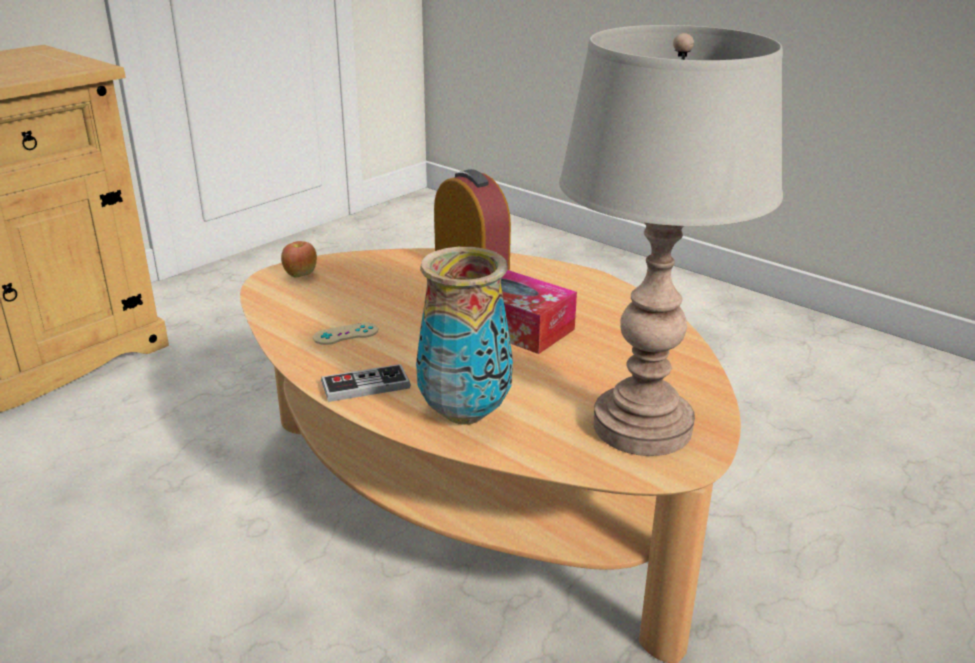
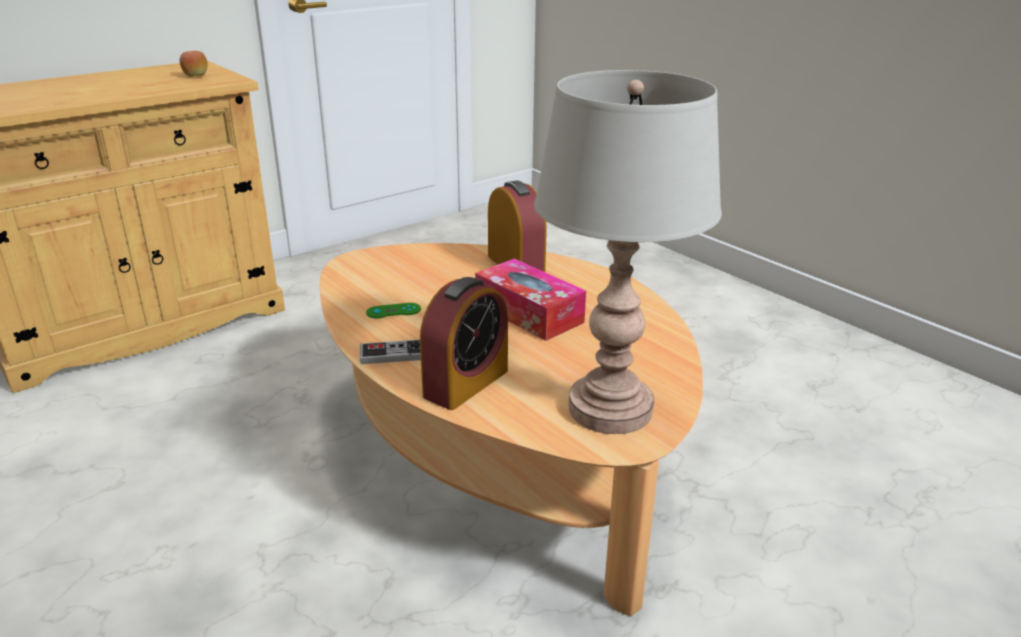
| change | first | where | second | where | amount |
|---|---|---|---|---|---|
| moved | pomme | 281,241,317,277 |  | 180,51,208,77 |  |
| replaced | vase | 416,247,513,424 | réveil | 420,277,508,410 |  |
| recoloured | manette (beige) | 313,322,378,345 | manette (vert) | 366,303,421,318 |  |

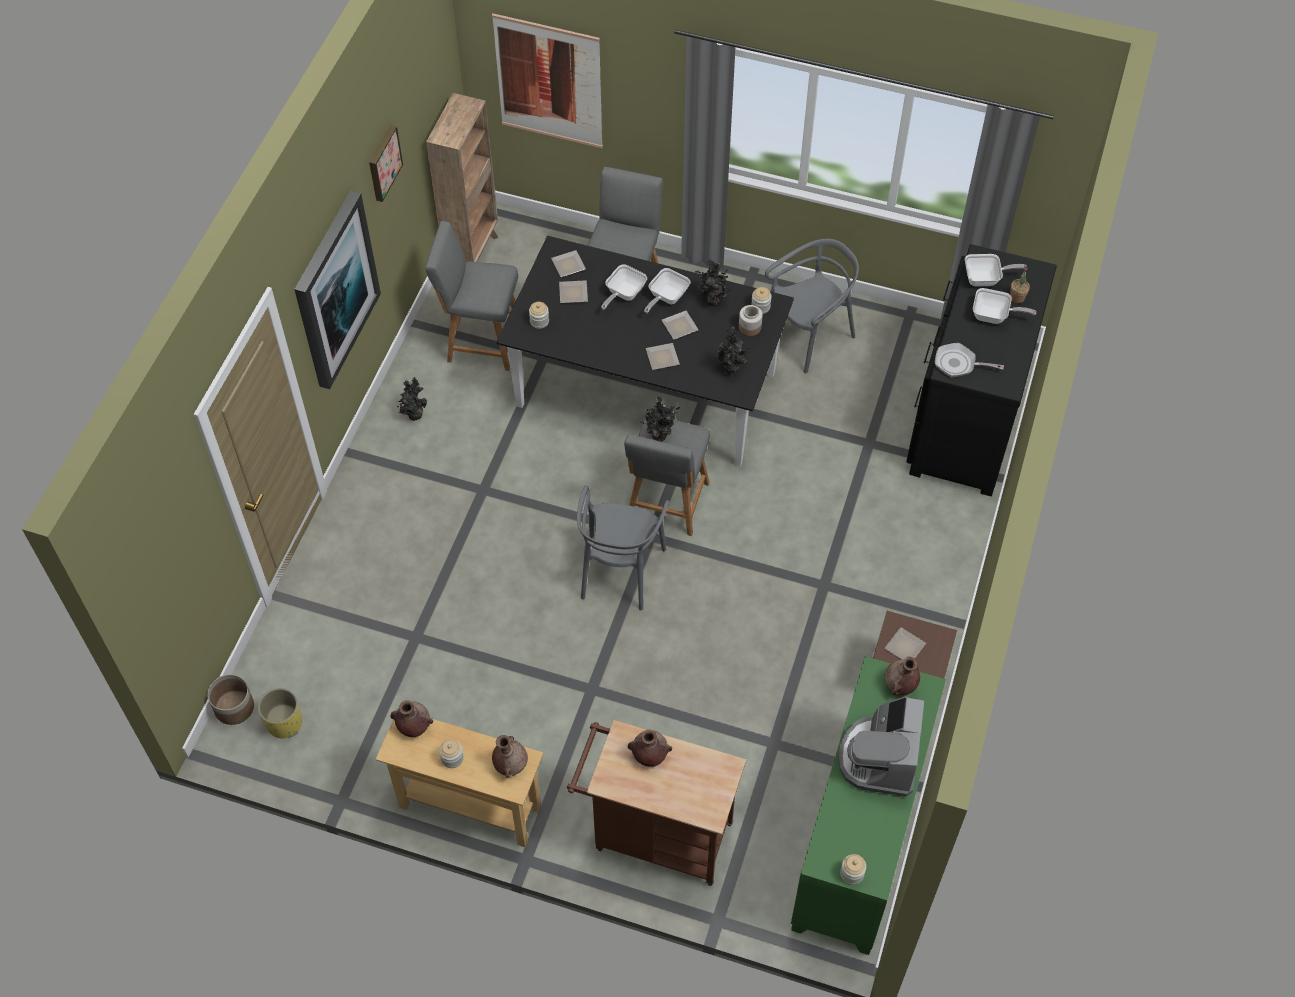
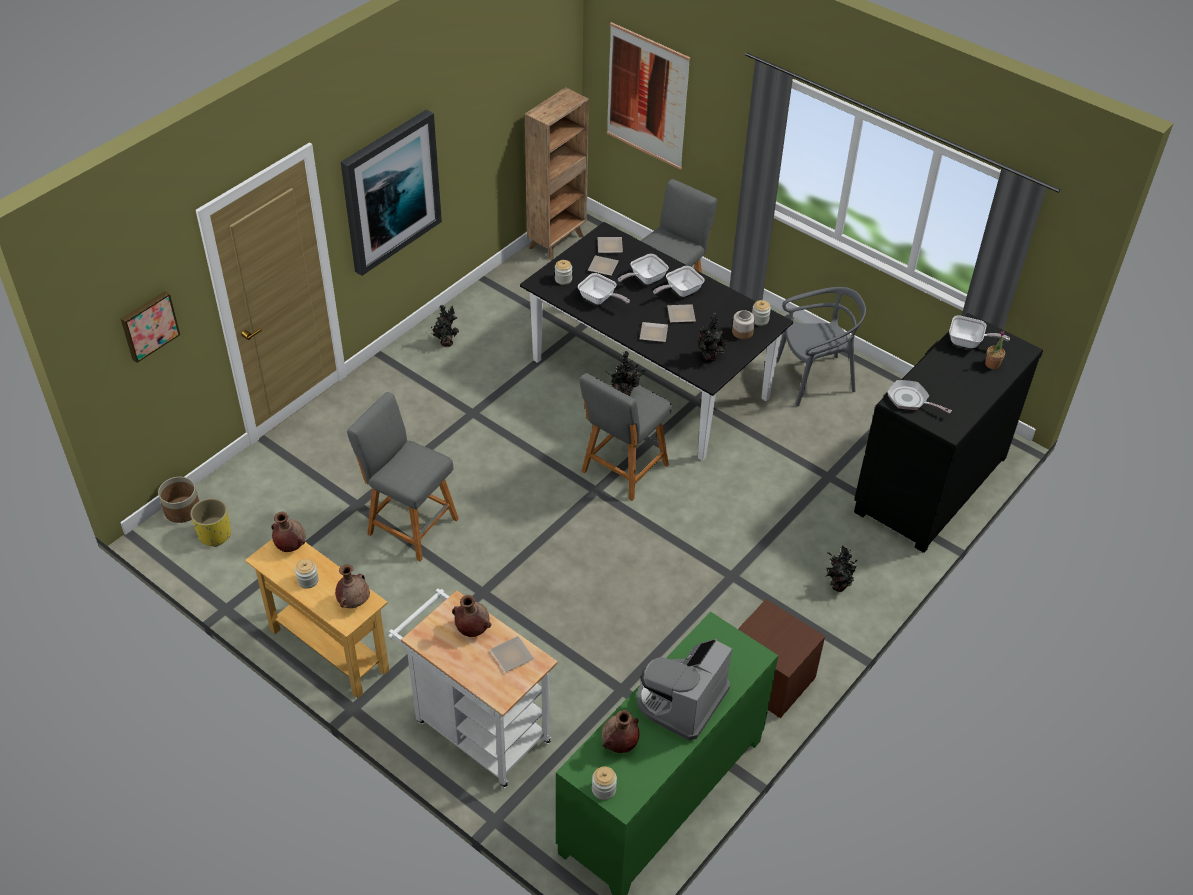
| change | first | where | second | where | amount |
|---|---|---|---|---|---|
| removed | chaise (gris) | 577,485,670,610 |  |  |  |
| moved | tableau | 369,125,403,202 |  | 121,291,180,363 |  |
| moved | tabouret (gris) | 425,221,518,371 |  | 347,392,459,562 |  |
| moved | plante en pot | 695,259,734,306 |  | 825,545,858,592 |  |
| moved | vase (marron) | 884,657,920,695 |  | 602,710,640,753 |  |
| moved | assiette | 885,627,926,660 |  | 490,636,534,673 |  |
| moved | poêle | 973,288,1036,324 |  | 578,273,630,305 |  |
| recoloured | chariot (marron) | 567,720,746,886 | chariot (blanc) | 388,589,558,788 |  |

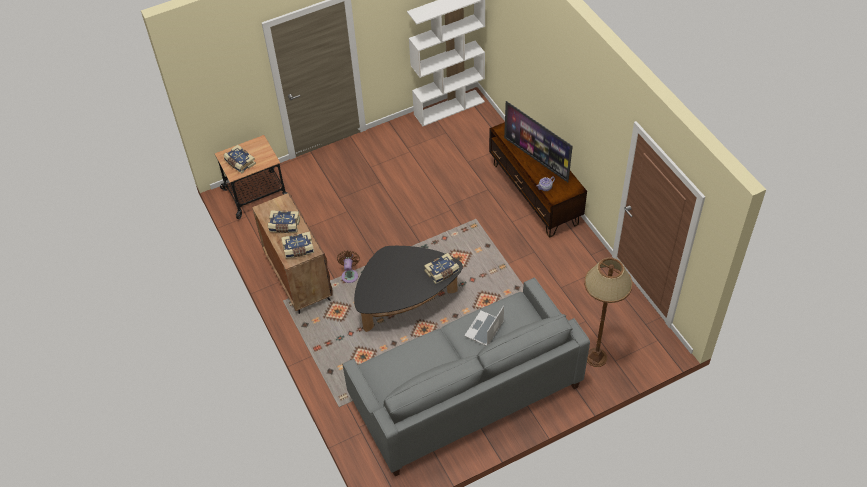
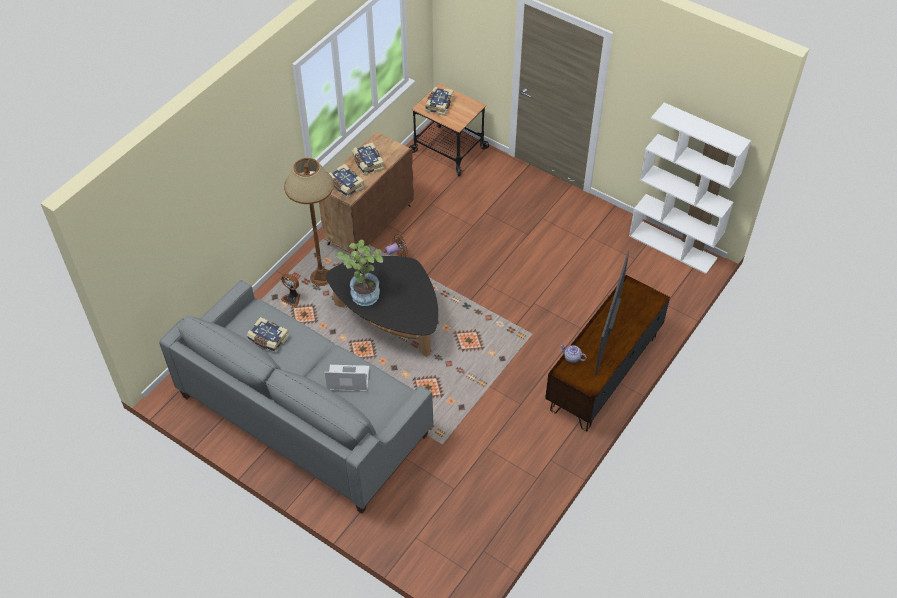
| change | first | where | second | where | amount |
|---|---|---|---|---|---|
| added |  |  | ventilateur | 281,273,300,307 |  |
| added |  |  | plante en pot | 336,240,383,306 |  |
| moved | livre | 424,253,459,284 |  | 247,317,289,353 |  |
| moved | lampadaire (marron) | 584,258,633,367 |  | 284,158,334,286 |  |

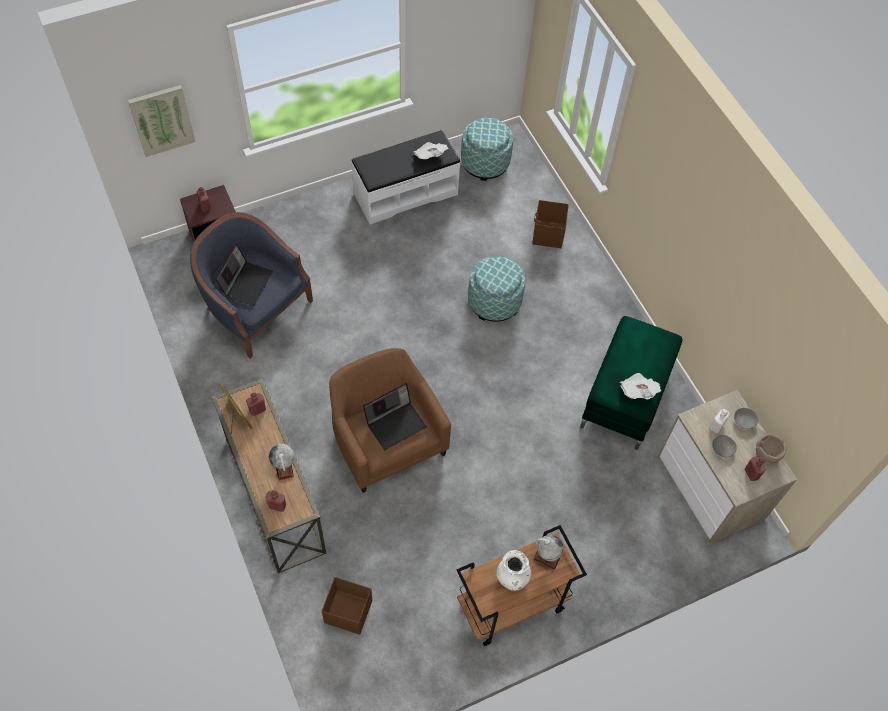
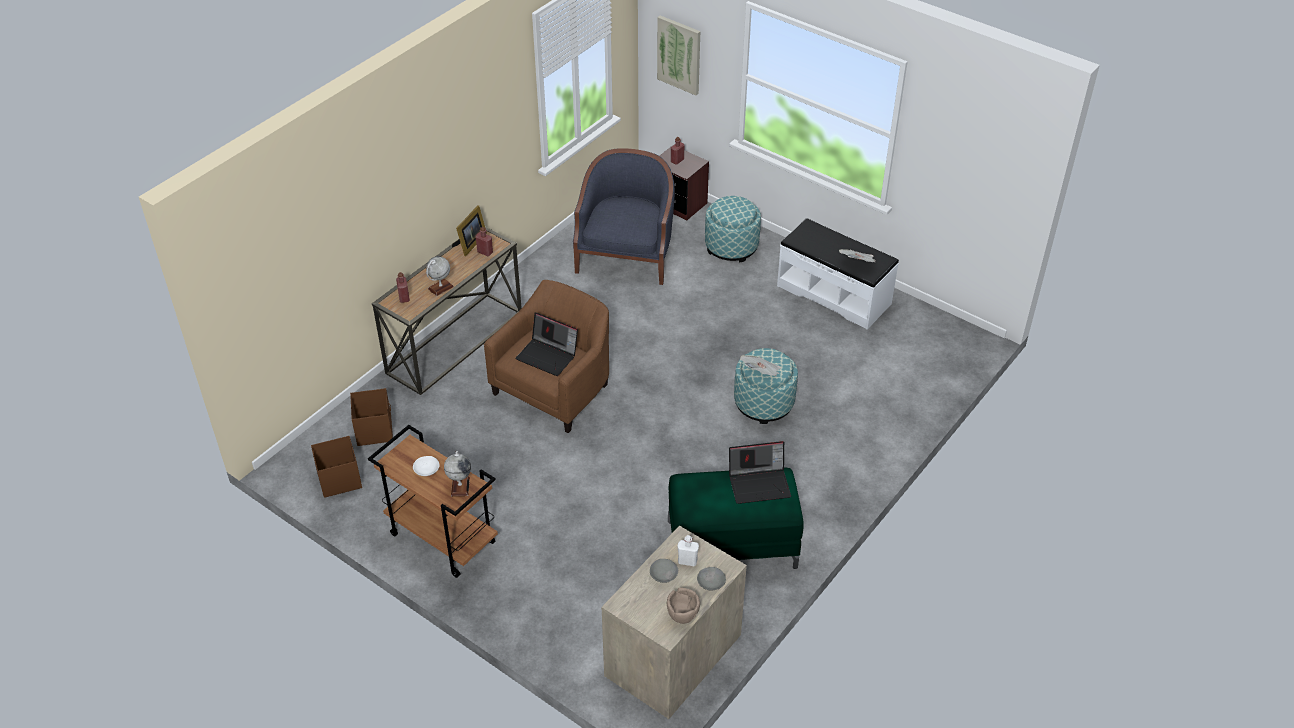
| change | first | where | second | where | amount |
|---|---|---|---|---|---|
| removed | bouteille (rouge) | 745,456,766,481 |  |  |  |
| moved | ordinateur portable | 215,243,273,306 |  | 729,441,791,504 |  |
| moved | pouf | 461,118,513,181 |  | 705,196,761,263 |  |
| moved | boîte de rangement (marron) | 532,200,569,248 |  | 311,436,362,498 |  |
| moved | journal | 620,373,661,400 |  | 740,355,781,376 |  |
| replaced | vase (blanc) | 496,550,531,591 | bol (blanc) | 413,456,440,476 |  |

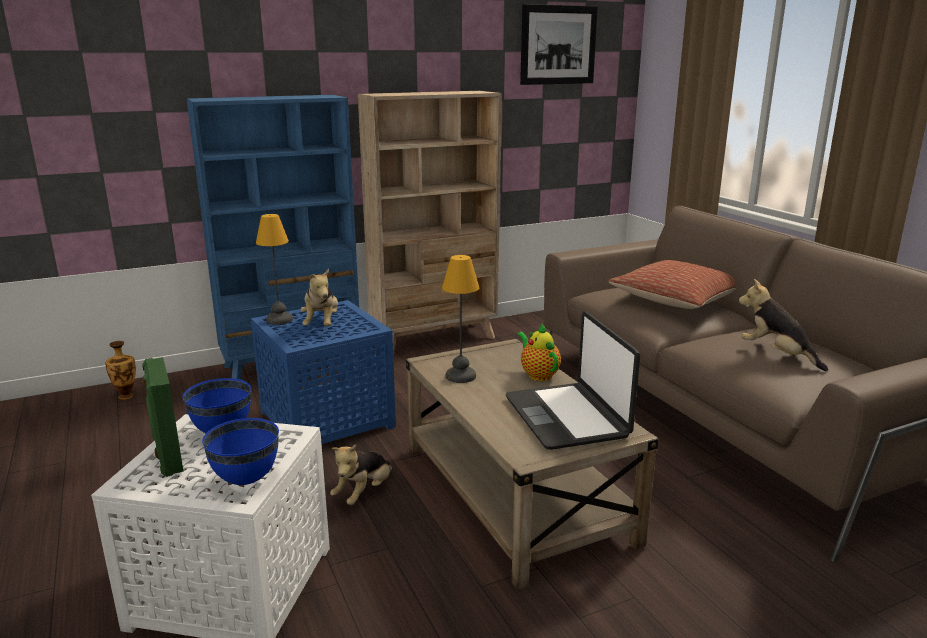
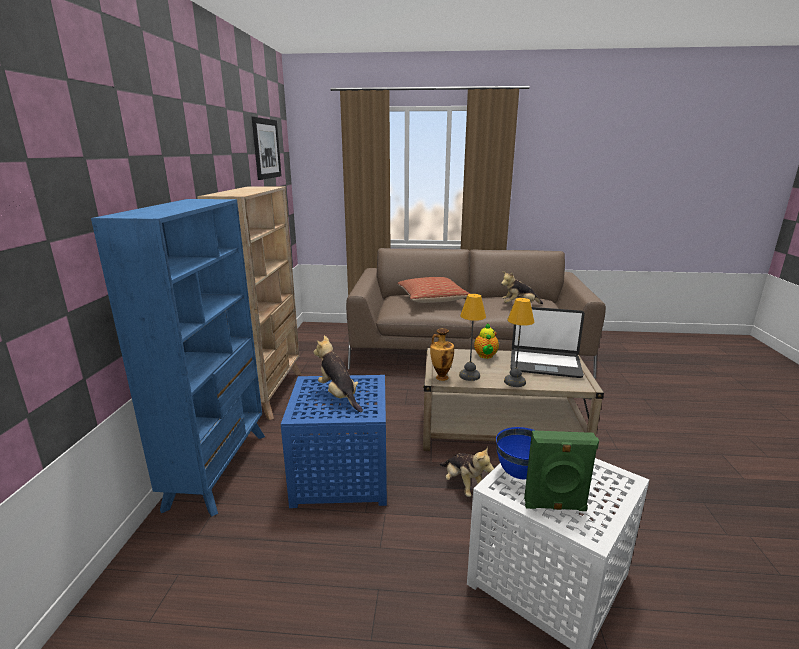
| change | first | where | second | where | amount |
|---|---|---|---|---|---|
| removed | bol (bleu) | 202,418,279,485 |  |  |  |
| moved | vase | 105,341,136,400 |  | 430,328,454,381 |  |
| moved | lampe de table | 256,214,293,325 |  | 504,298,534,387 |  |
| turned | peluche | 301,269,338,326 |  | 313,335,363,412 | 150 degrees counterclockwise |
| turned | théière | 517,324,561,381 |  | 474,324,499,359 | 90 degrees counterclockwise |

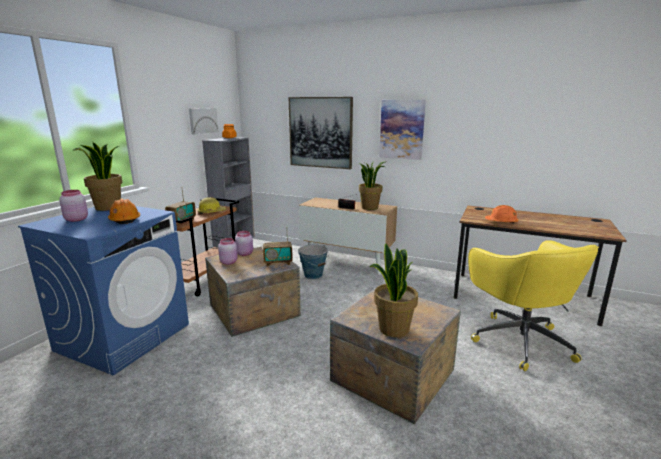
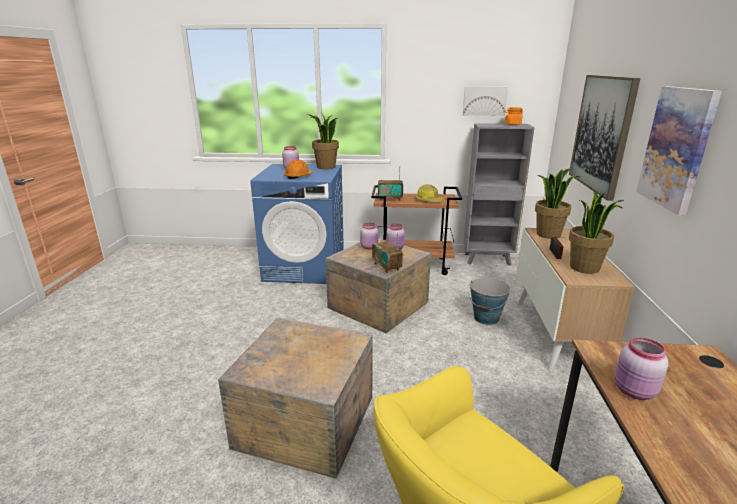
| change | first | where | second | where | amount |
|---|---|---|---|---|---|
| moved | plante en pot | 369,243,418,337 |  | 535,168,580,239 |  |
| replaced | casque de chantier (orange) | 485,205,519,224 | bocal (rose) | 615,337,669,400 |  |

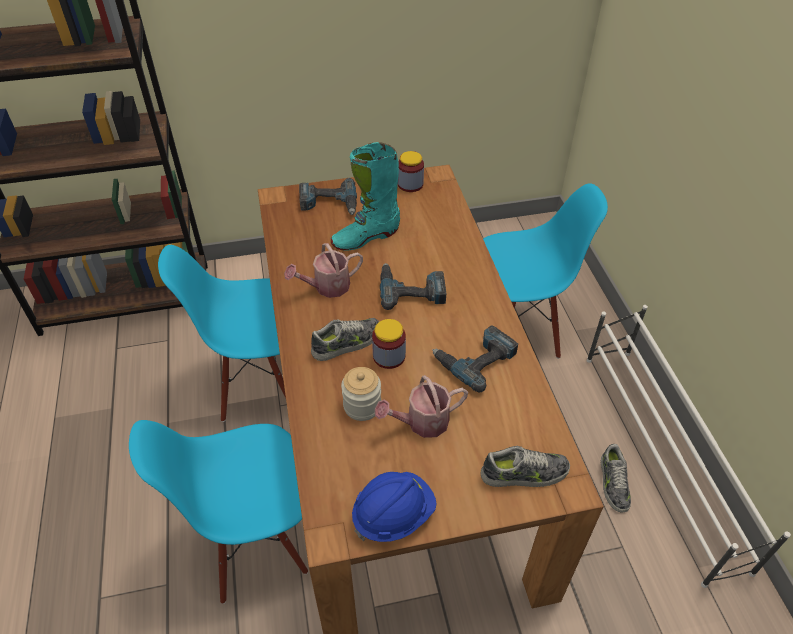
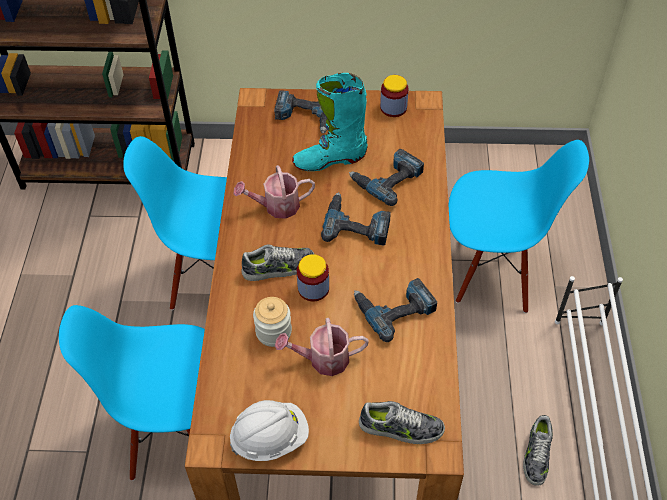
| change | first | where | second | where | amount |
|---|---|---|---|---|---|
| added |  |  | perceuse | 349,149,424,206 |  |
| recoloured | casque de chantier (bleu) | 352,472,437,542 | casque de chantier (blanc) | 230,400,309,461 |  |

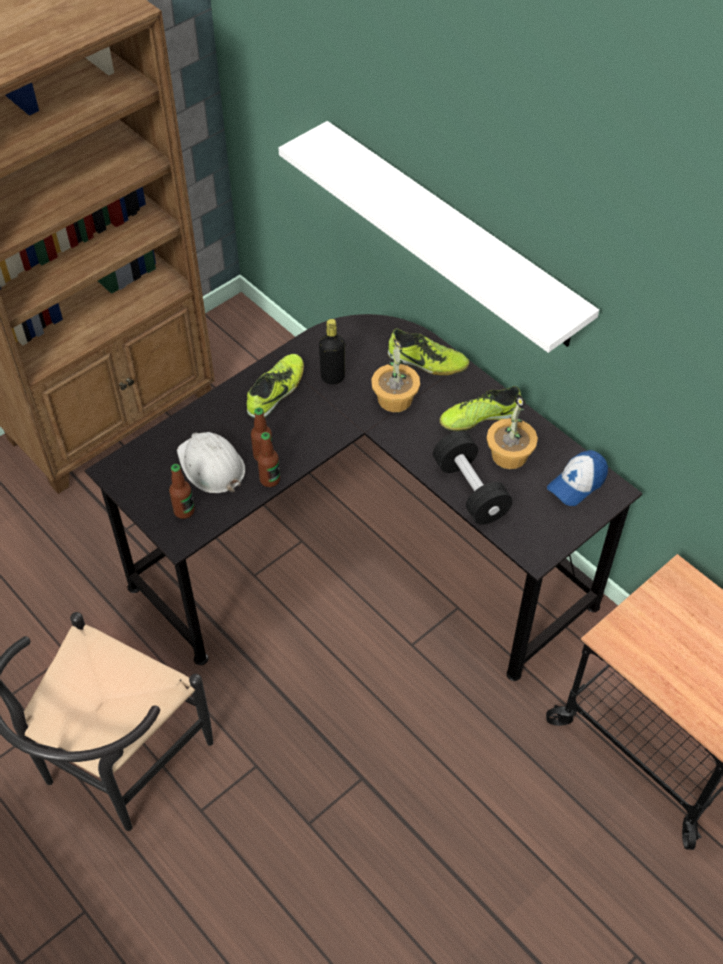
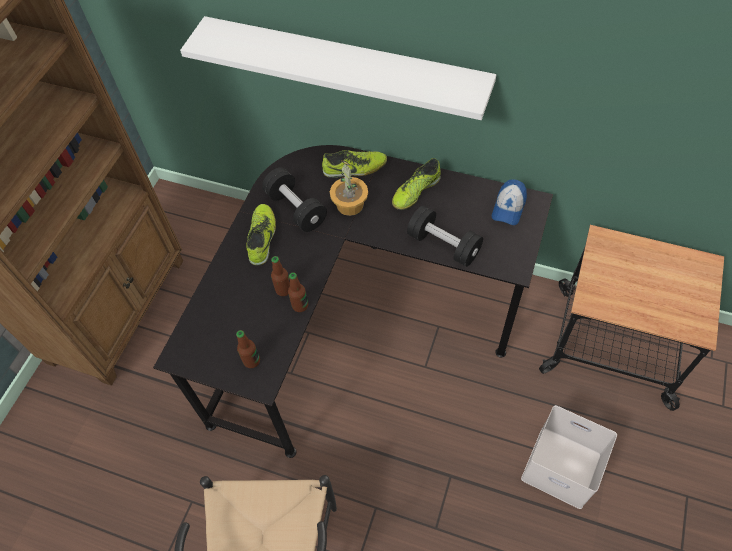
| change | first | where | second | where | amount |
|---|---|---|---|---|---|
| removed | casque de chantier (blanc) | 177,432,245,493 |  |  |  |
| removed | plante en pot | 486,394,538,469 |  |  |  |
| added |  |  | boîte de rangement (blanc) | 521,405,617,509 |  |
| replaced | bouteille (noir) | 319,319,345,385 | haltère (noir) | 262,167,327,232 |  |

